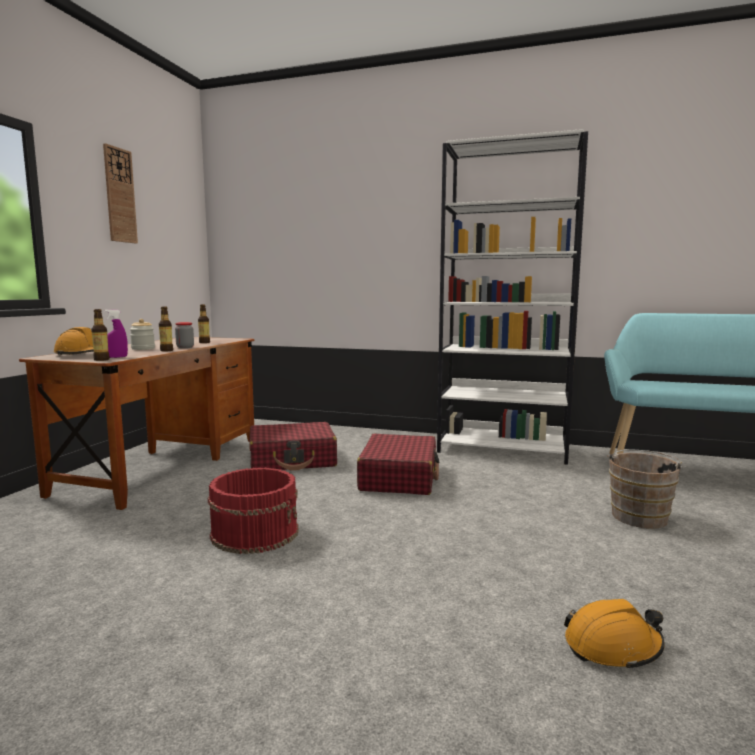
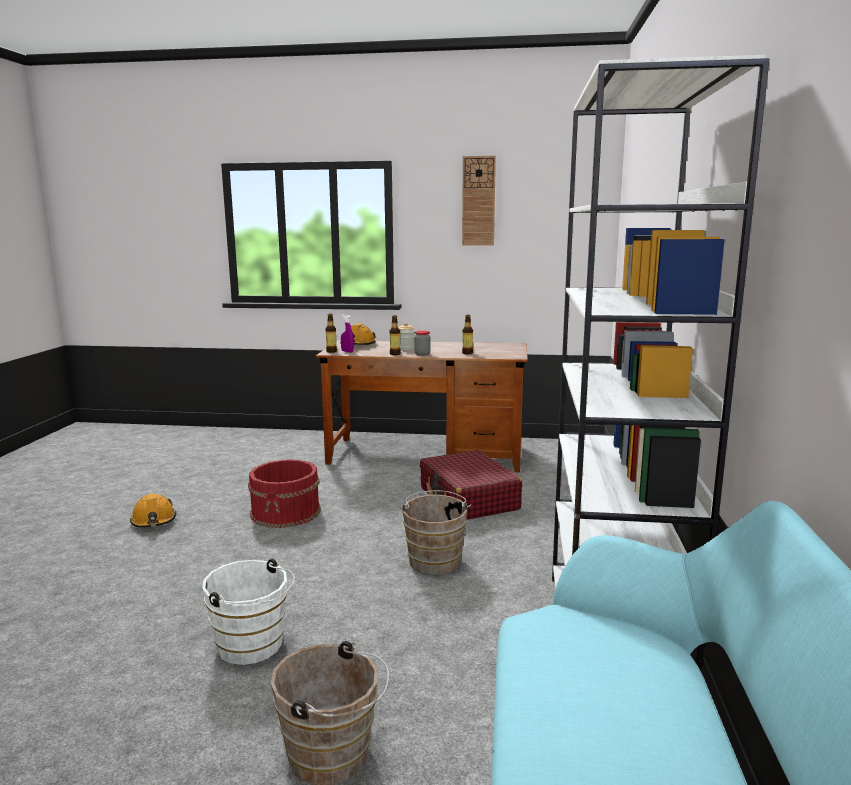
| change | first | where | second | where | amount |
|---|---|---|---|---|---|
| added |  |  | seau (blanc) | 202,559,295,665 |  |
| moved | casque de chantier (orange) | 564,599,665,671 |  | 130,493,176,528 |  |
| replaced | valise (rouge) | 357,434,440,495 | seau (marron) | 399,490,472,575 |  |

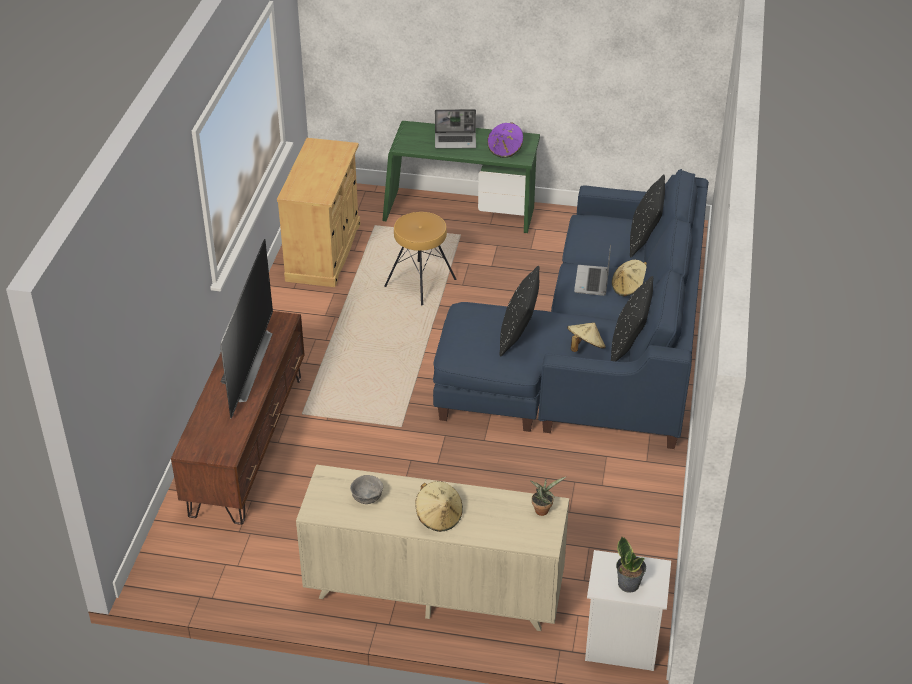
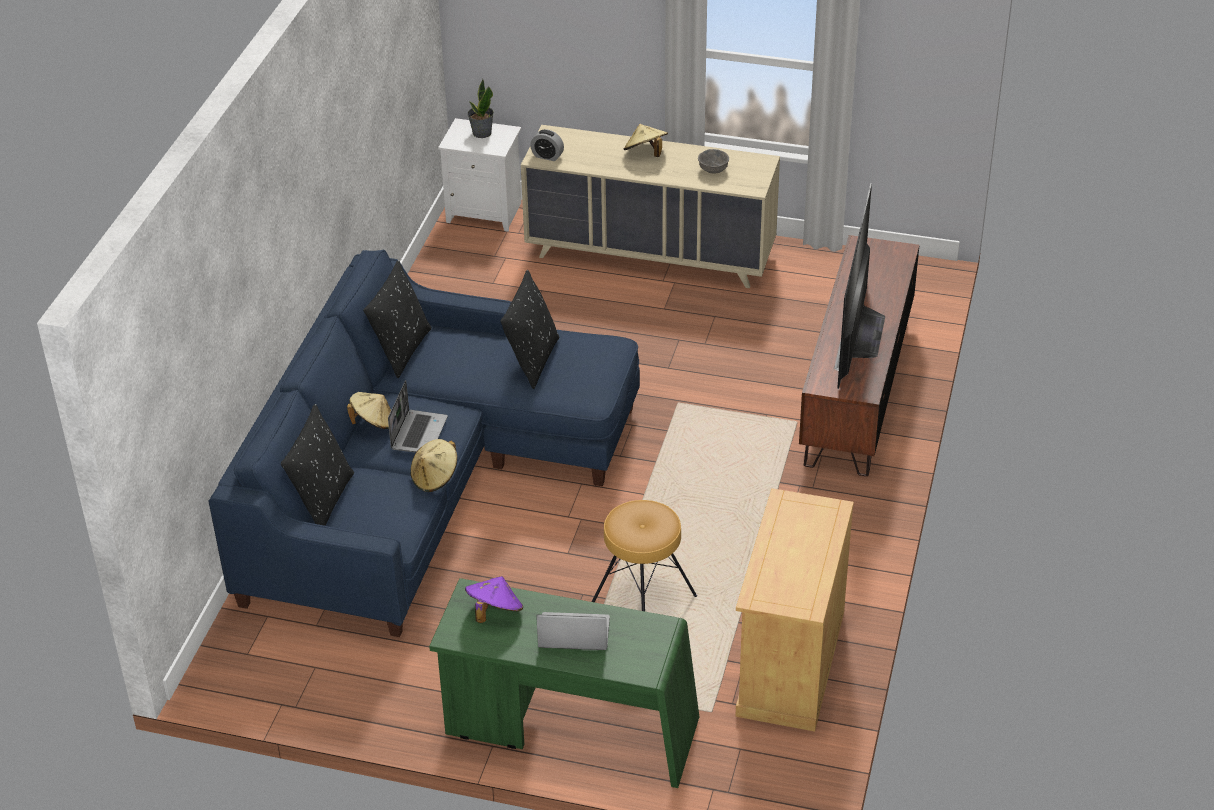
| change | first | where | second | where | amount |
|---|---|---|---|---|---|
| moved | chapeau (beige) | 567,323,606,352 |  | 410,439,457,492 |  |
| replaced | plante en pot | 531,477,566,516 | réveil | 530,129,564,161 |  |

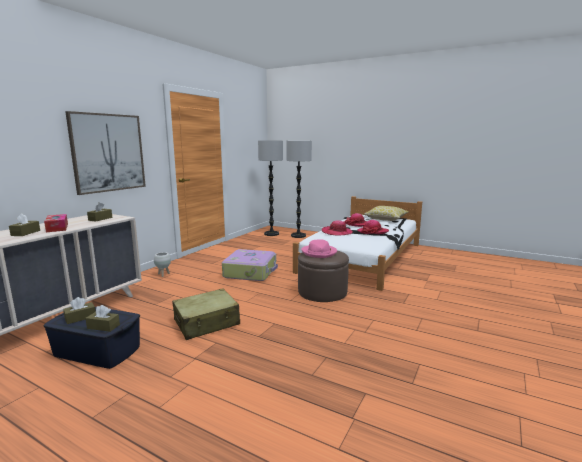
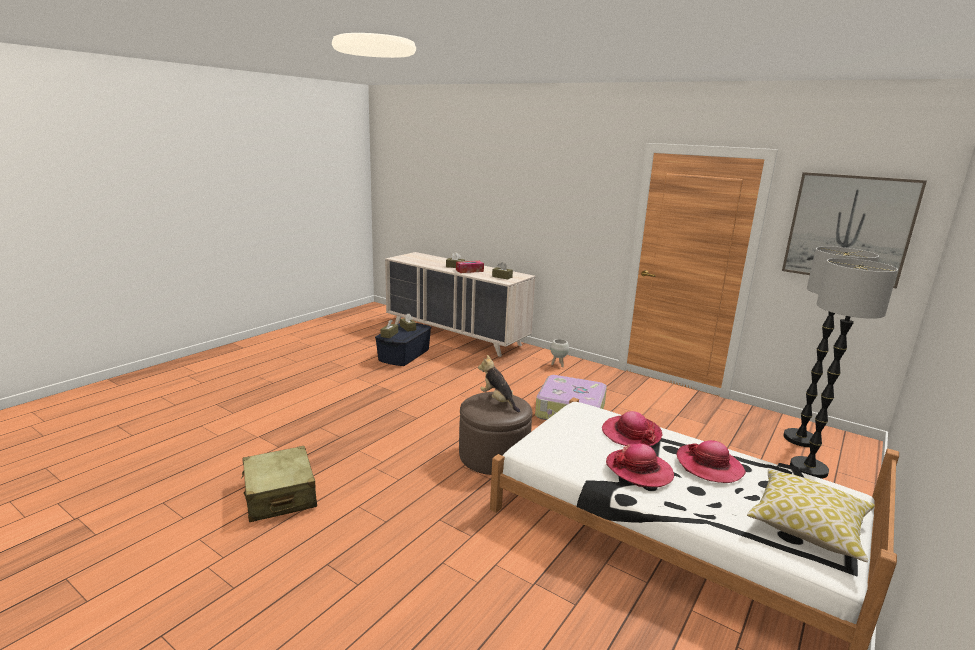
| change | first | where | second | where | amount |
|---|---|---|---|---|---|
| moved | tableau | 65,111,146,195 |  | 782,172,927,288 |  |
| moved | valise (beige) | 172,288,240,340 |  | 241,446,317,522 |  |
| replaced | chapeau (rose) | 301,239,337,258 | peluche | 478,355,520,413 |  |

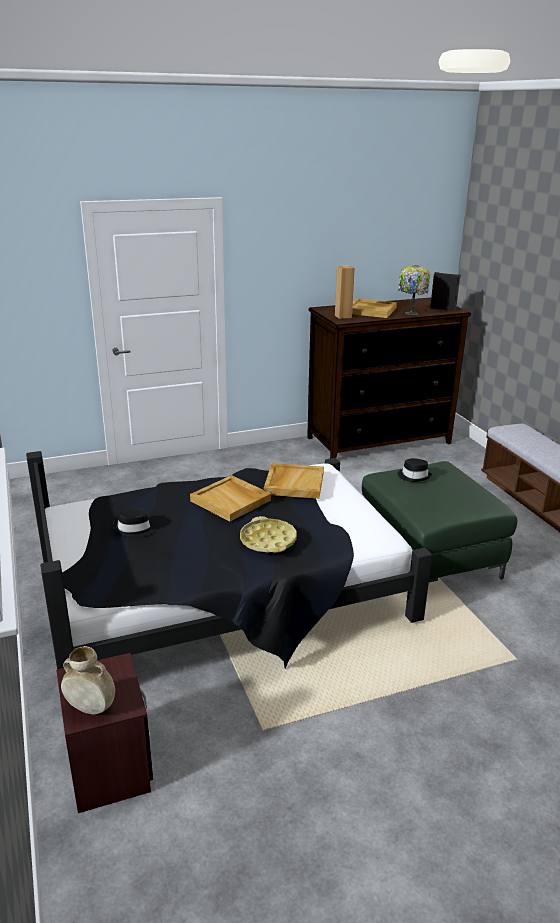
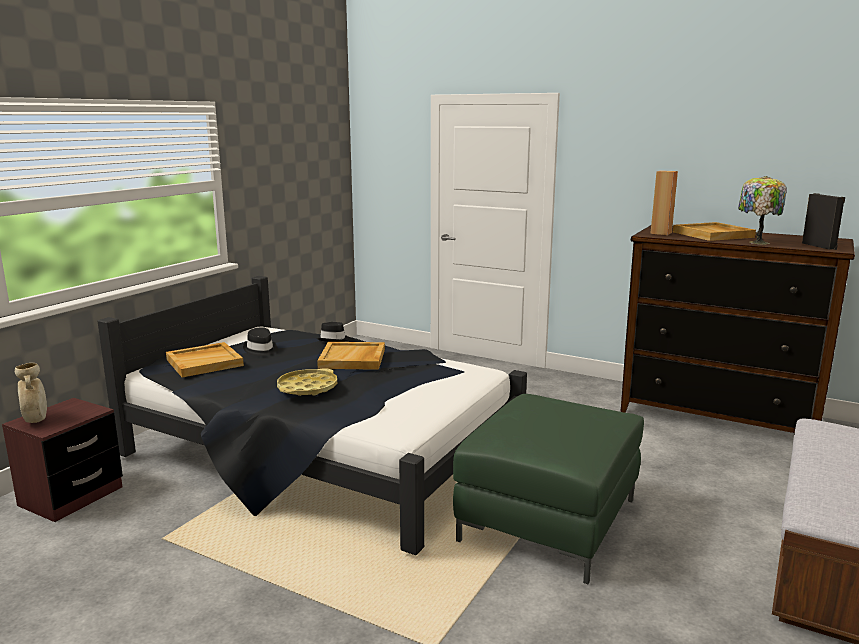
| change | first | where | second | where | amount |
|---|---|---|---|---|---|
| moved | plateau (beige) | 264,463,324,499 |  | 166,342,244,377 |  |
| moved | chapeau (noir) | 398,458,432,482 |  | 317,322,350,342 |  |

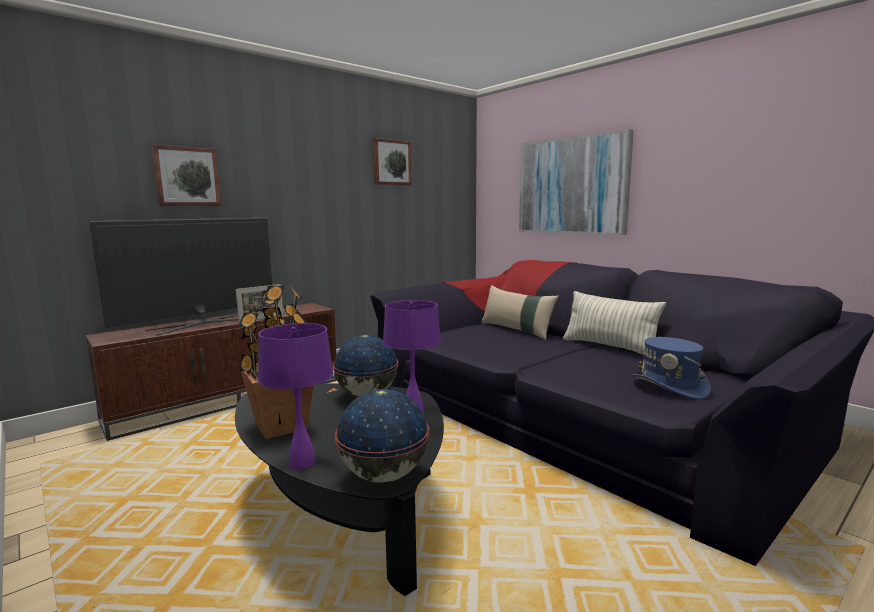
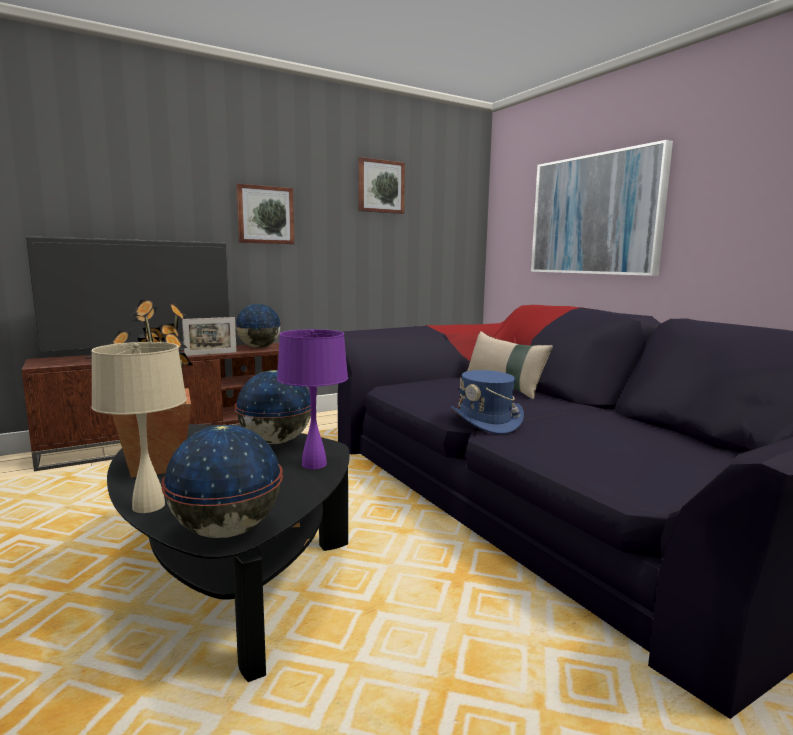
| change | first | where | second | where | amount |
|---|---|---|---|---|---|
| removed | coussin | 563,291,666,354 |  |  |  |
| added |  |  | globe | 235,304,282,348 |  |
| moved | tableau | 152,145,221,206 |  | 236,184,294,244 |  |
| moved | chapeau (bleu) | 632,337,711,400 |  | 451,370,524,434 |  |
| recoloured | lampe de table (violet) | 258,323,333,469 | lampe de table (beige) | 91,342,187,513 |  |

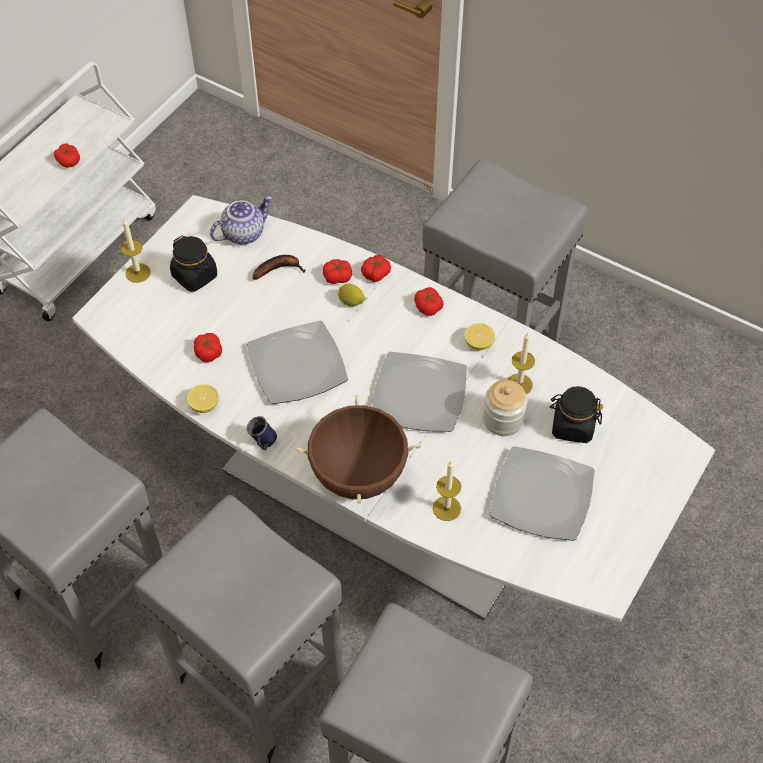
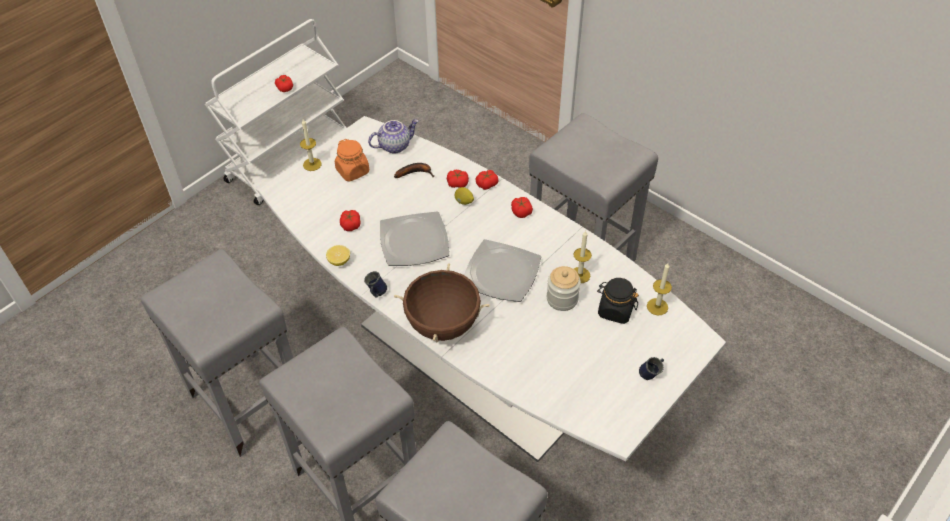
| change | first | where | second | where | amount |
|---|---|---|---|---|---|
| removed | citron | 464,323,495,350 |  |  |  |
| removed | assiette | 490,446,594,541 |  |  |  |
| added |  |  | mug (bleu) | 639,357,664,380 |  |
| moved | bougie | 433,461,461,521 |  | 647,263,672,315 |  |
| recoloured | bocal (noir) | 170,235,217,292 | bocal (orange) | 335,139,369,181 |  |

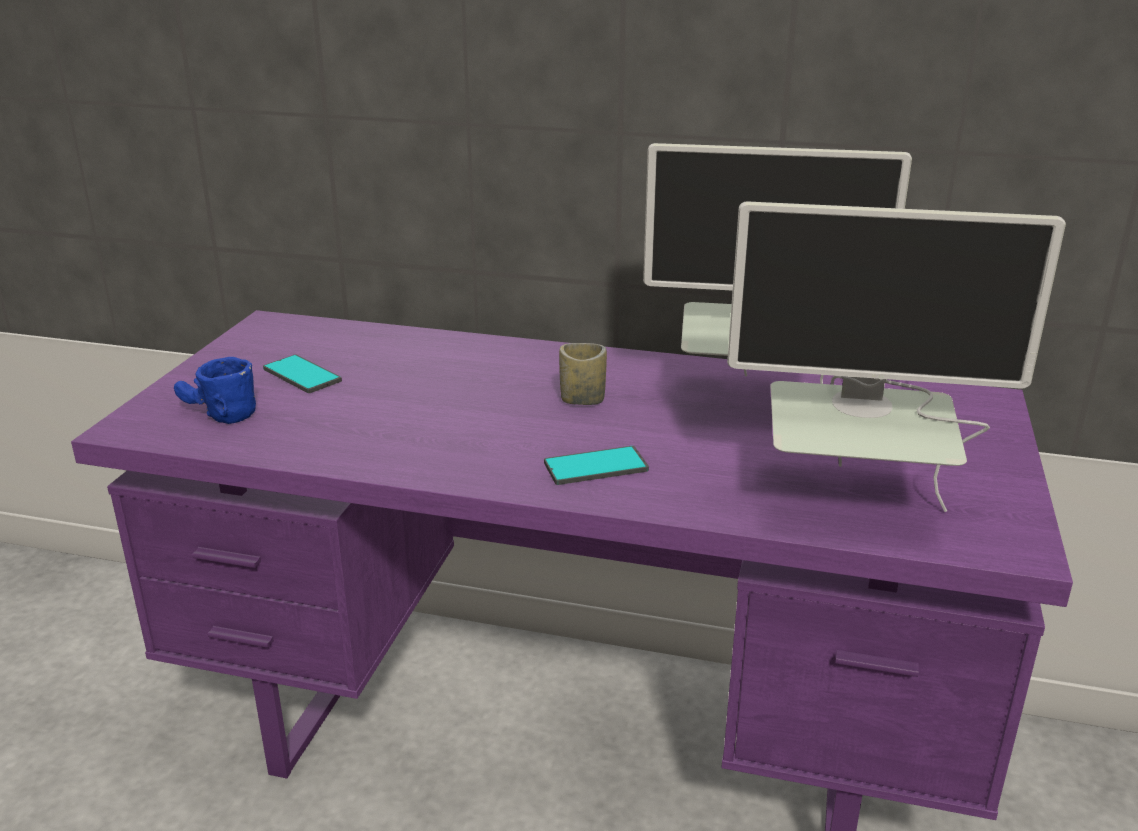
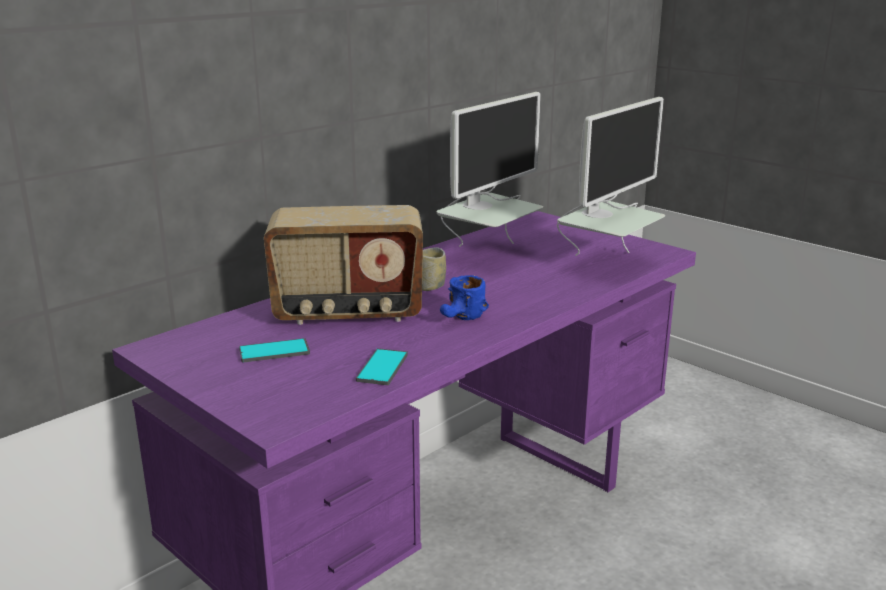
| change | first | where | second | where | amount |
|---|---|---|---|---|---|
| added |  |  | radio | 264,205,423,325 |  |
| moved | mug (bleu) | 174,357,256,424 |  | 440,275,489,320 |  |
| moved | téléphone | 544,446,649,485 |  | 356,348,408,385 |  |

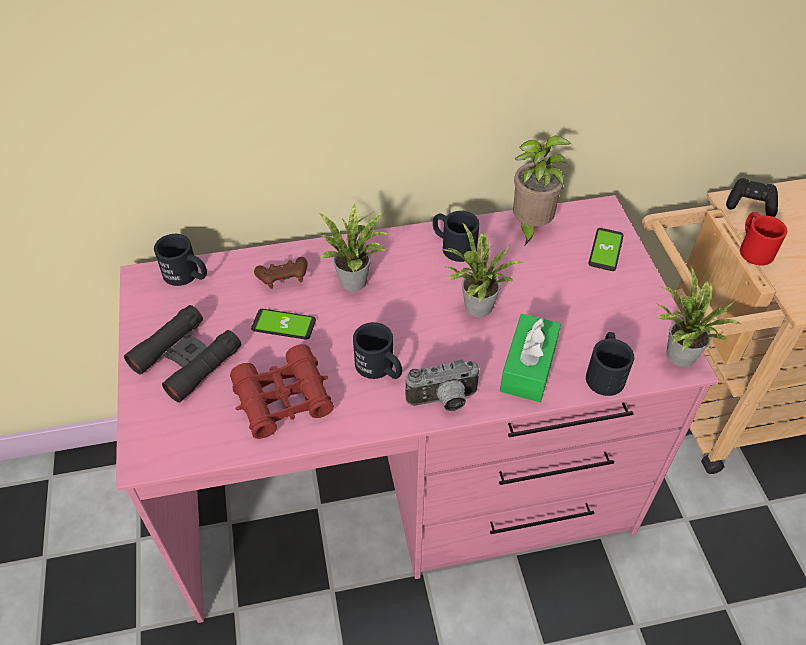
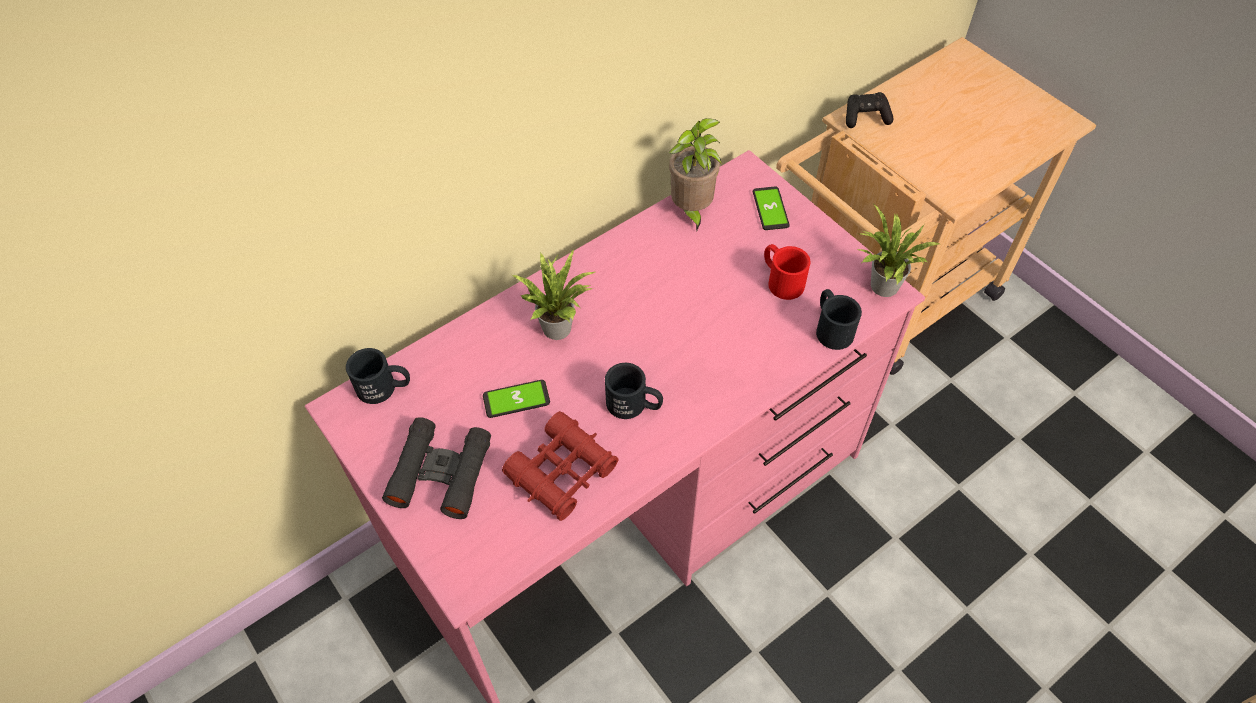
| change | first | where | second | where | amount |
|---|---|---|---|---|---|
| removed | manette (marron) | 254,257,308,289 |  |  |  |
| removed | appareil photo | 406,360,481,411 |  |  |  |
| removed | mug (noir) | 433,211,480,262 |  |  |  |
| removed | plante en pot | 443,222,522,317 |  |  |  |
| removed | boîte à mouchoirs (vert) | 500,314,561,402 |  |  |  |
| moved | mug (rouge) | 740,212,787,265 |  | 764,244,811,300 |  |

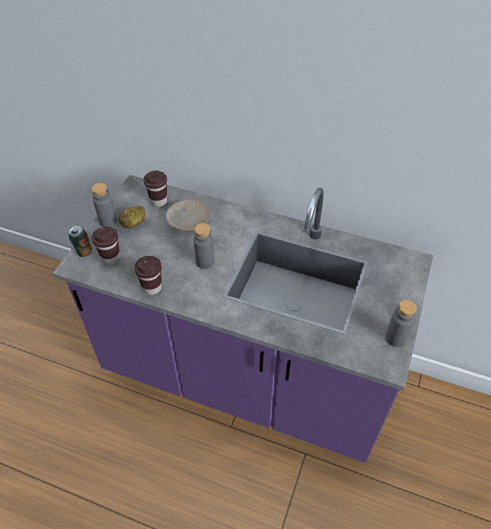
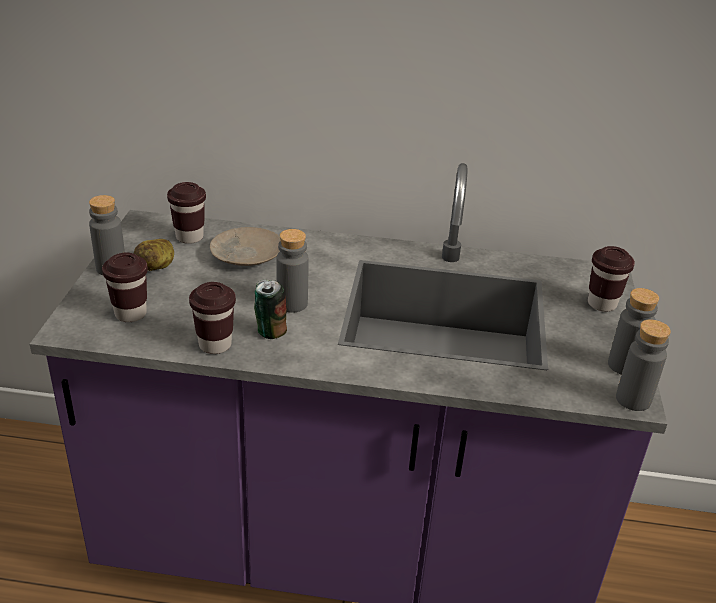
| change | first | where | second | where | amount |
|---|---|---|---|---|---|
| added |  |  | tasse (marron) | 588,246,635,312 |  |
| added |  |  | bouteille (gris) | 616,319,671,411 |  |
| moved | boîte métallique | 68,225,92,257 |  | 254,280,287,339 |  |

